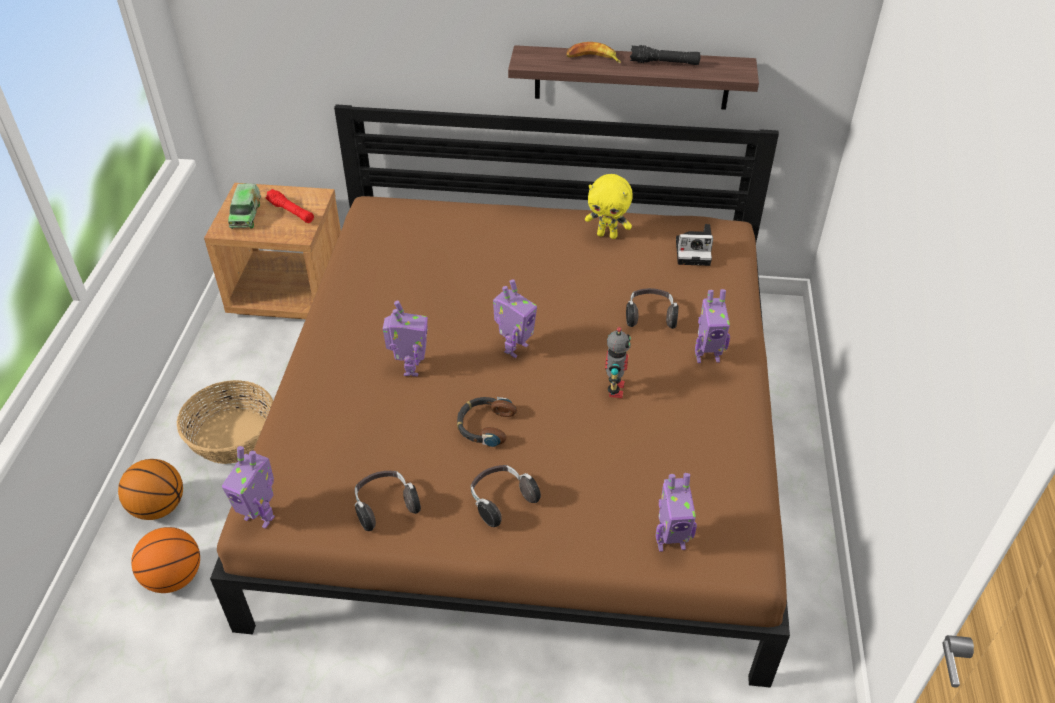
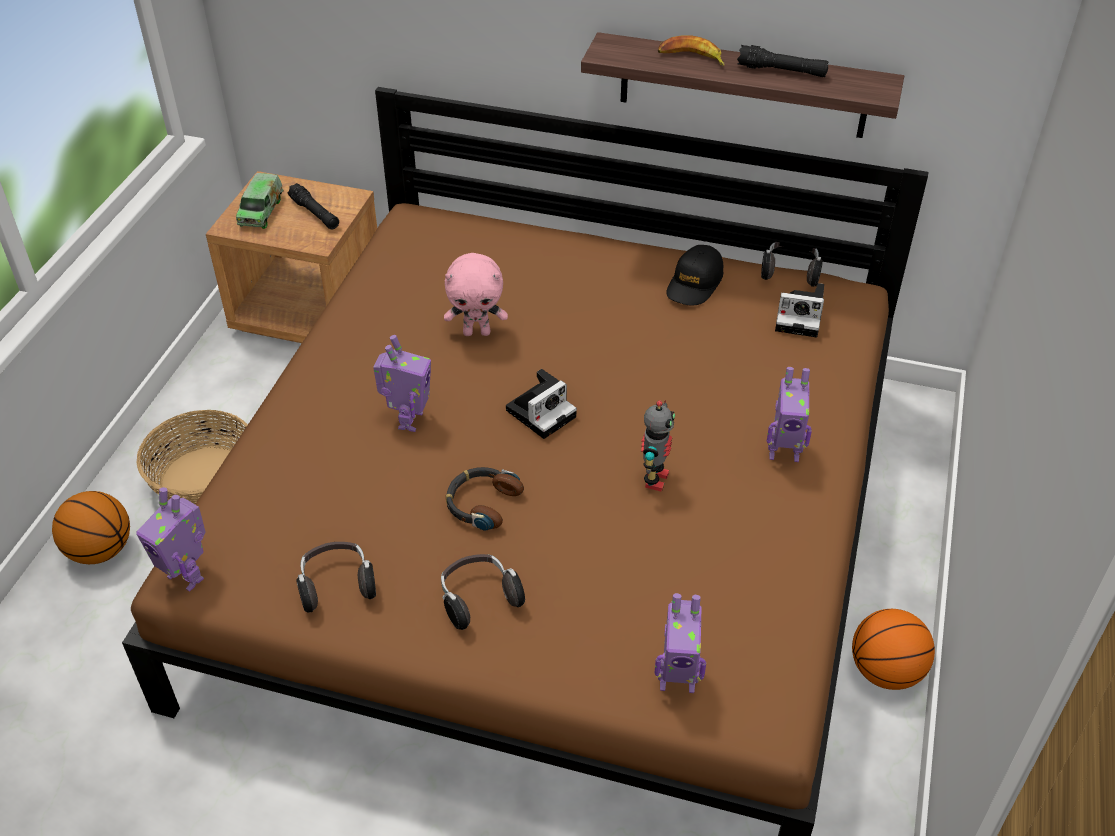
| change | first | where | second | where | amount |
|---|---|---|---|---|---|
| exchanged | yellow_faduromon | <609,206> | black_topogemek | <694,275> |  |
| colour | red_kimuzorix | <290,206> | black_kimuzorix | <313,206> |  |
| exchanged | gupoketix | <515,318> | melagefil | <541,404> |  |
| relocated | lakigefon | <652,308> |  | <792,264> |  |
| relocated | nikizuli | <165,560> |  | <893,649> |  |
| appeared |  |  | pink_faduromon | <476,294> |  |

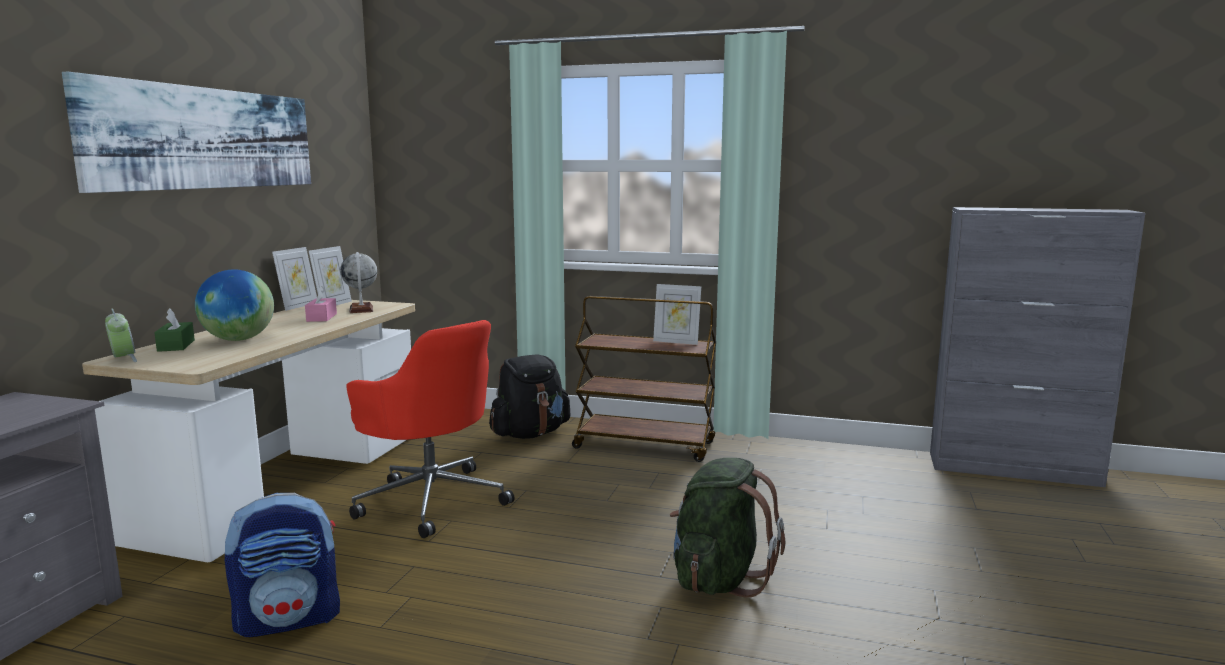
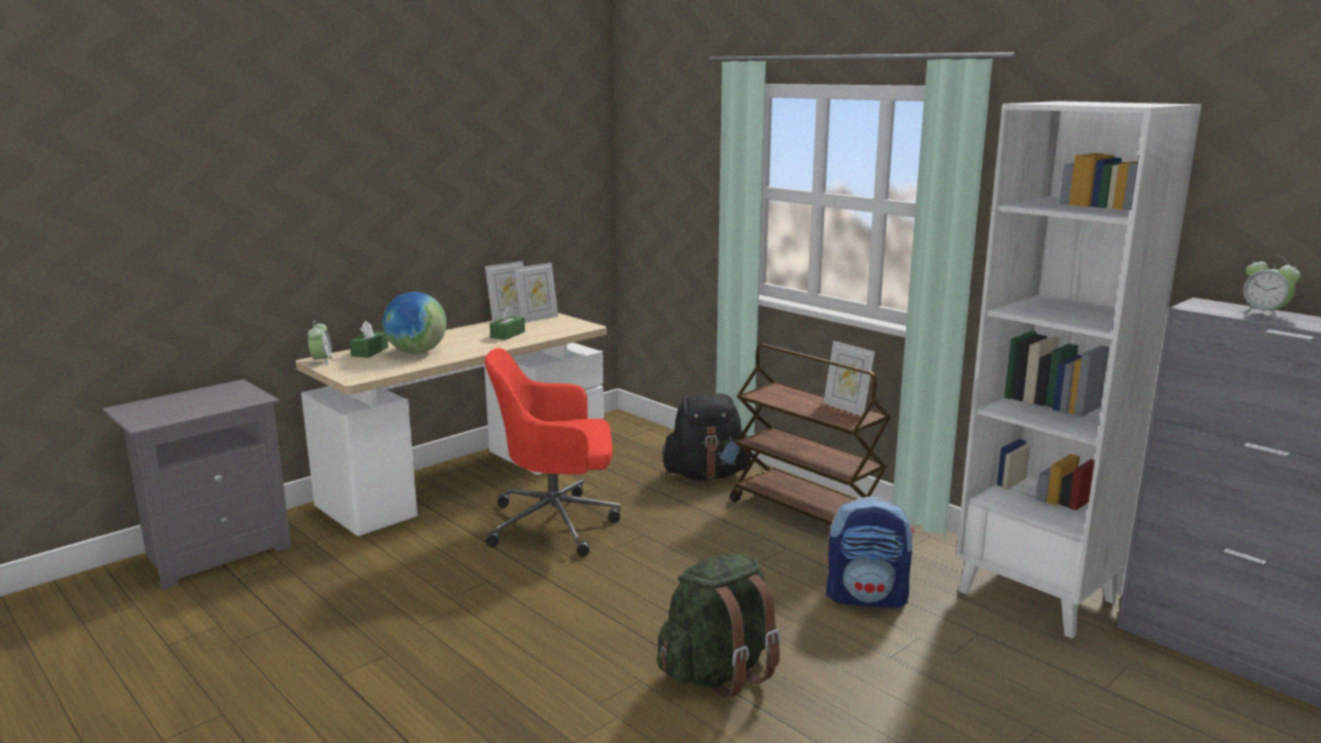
| change | first | where | second | where | amount |
|---|---|---|---|---|---|
| missing | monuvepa | <186,132> |  |  |  |
| missing | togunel | <358,282> |  |  |  |
| colour | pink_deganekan | <321,304> | green_deganekan | <507,323> |  |
| spun | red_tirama | <430,429> |  | <553,452> | 105 degrees clockwise |
| relocated | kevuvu | <282,565> |  | <870,552> |  |
| appeared |  |  | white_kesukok | <1079,370> |  |
| appeared |  |  | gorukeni | <1270,287> |  |

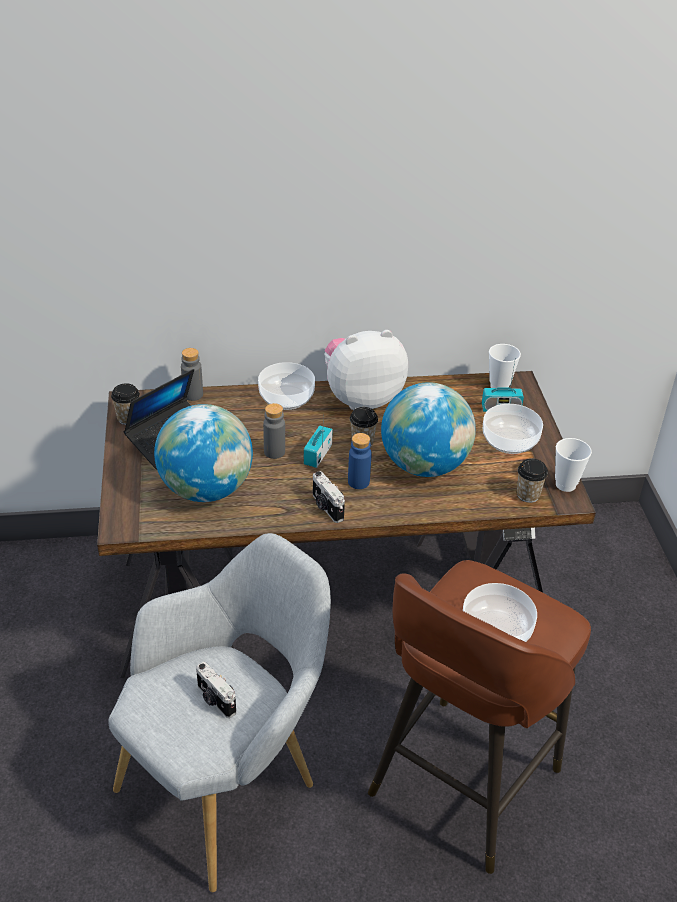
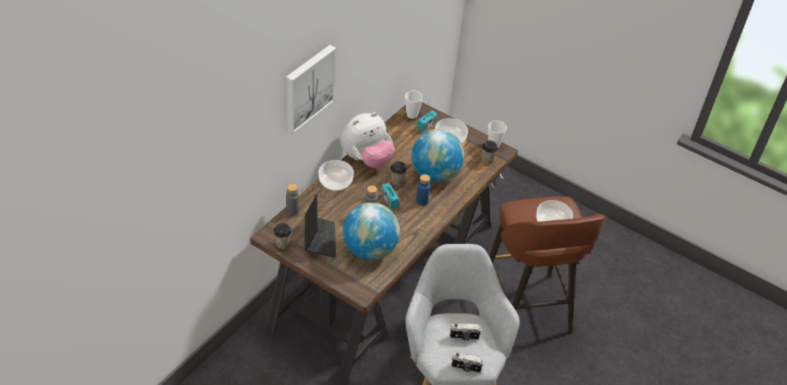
| change | first | where | second | where | amount |
|---|---|---|---|---|---|
| spun | faduromon | <366,370> |  | <368,140> | 150 degrees counterclockwise |
| relocated | melagefil | <329,497> |  | <467,362> |  |
| appeared |  |  | monuvepa | <311,89> |  |

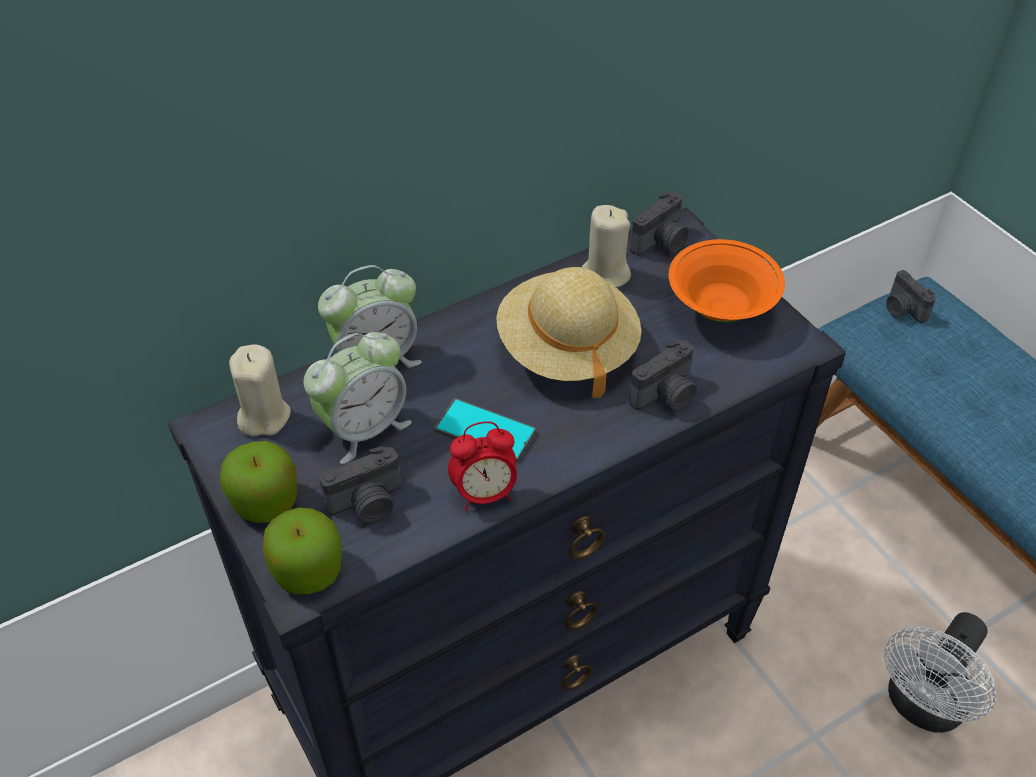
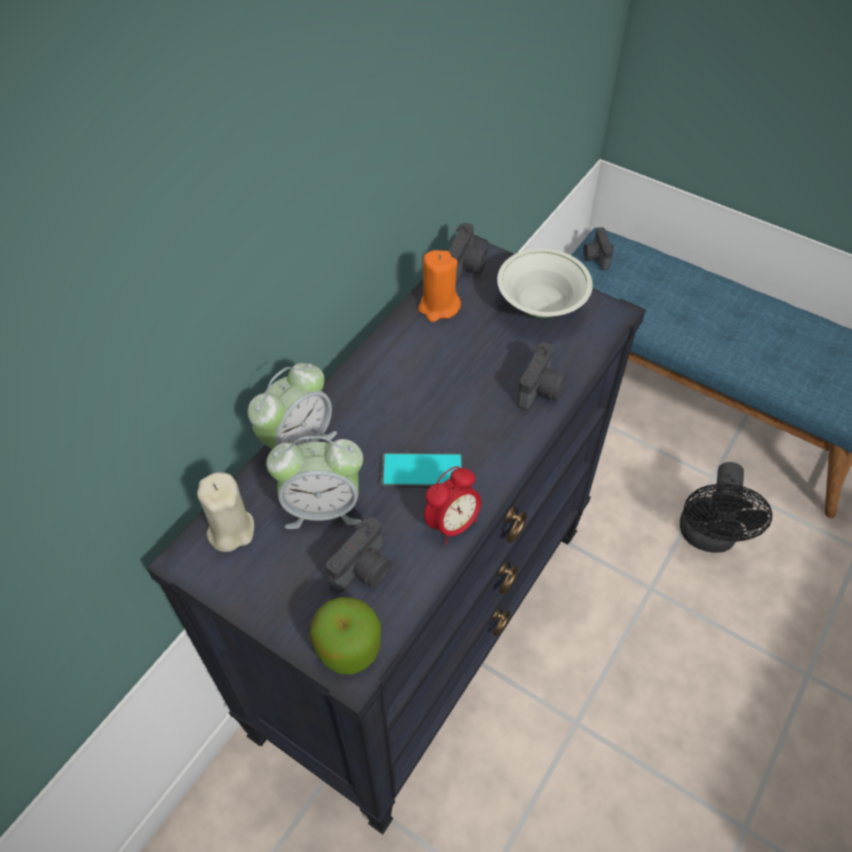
| change | first | where | second | where | amount |
|---|---|---|---|---|---|
| colour | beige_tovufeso | <606,246> | orange_tovufeso | <439,286> |  |
| colour | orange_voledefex | <727,281> | white_voledefex | <545,283> |  |
| missing | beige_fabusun | <569,332> |  |  |  |
| spun | melagefil | <911,296> |  | <598,248> | 45 degrees clockwise |
| spun | gorukeni | <358,398> |  | <314,482> | 60 degrees clockwise |
| missing | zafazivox | <258,482> |  |  |  |
| colour | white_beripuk | <940,672> | black_beripuk | <726,507> |  |

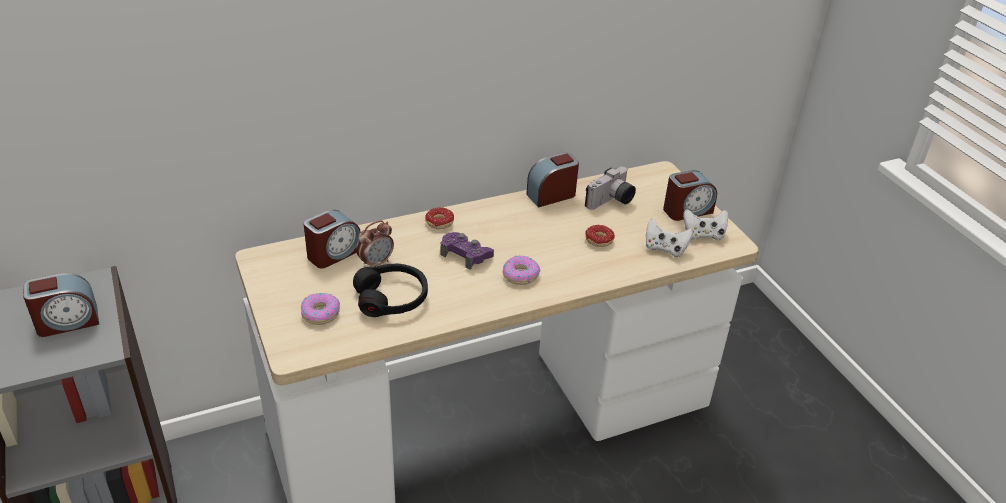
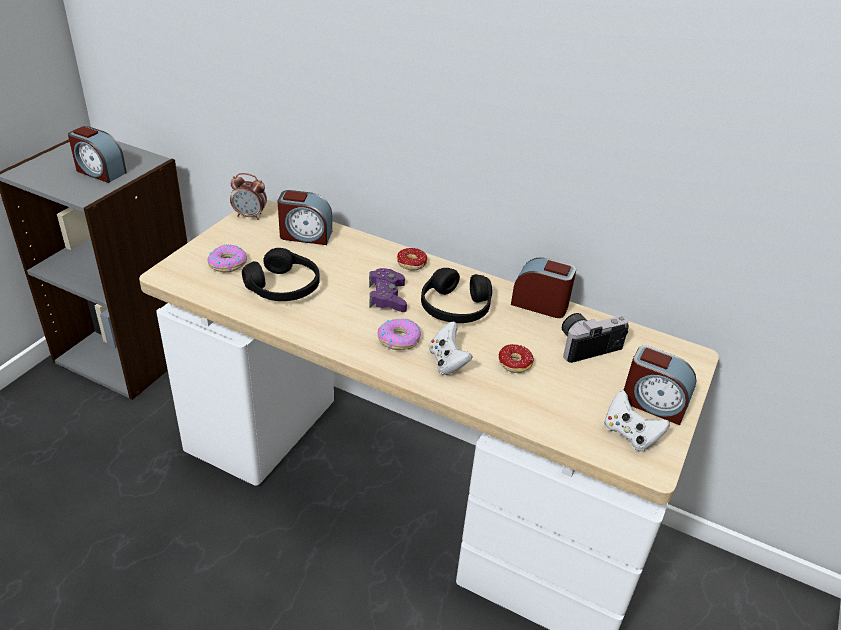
| change | first | where | second | where | amount |
|---|---|---|---|---|---|
| spun | melagefil | <610,188> |  | <595,338> | 150 degrees clockwise |
| relocated | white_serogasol | <669,237> |  | <451,348> |  |
| relocated | gorukeni | <375,243> |  | <248,196> |  |
| appeared |  |  | black_lakigefon | <456,295> |  |

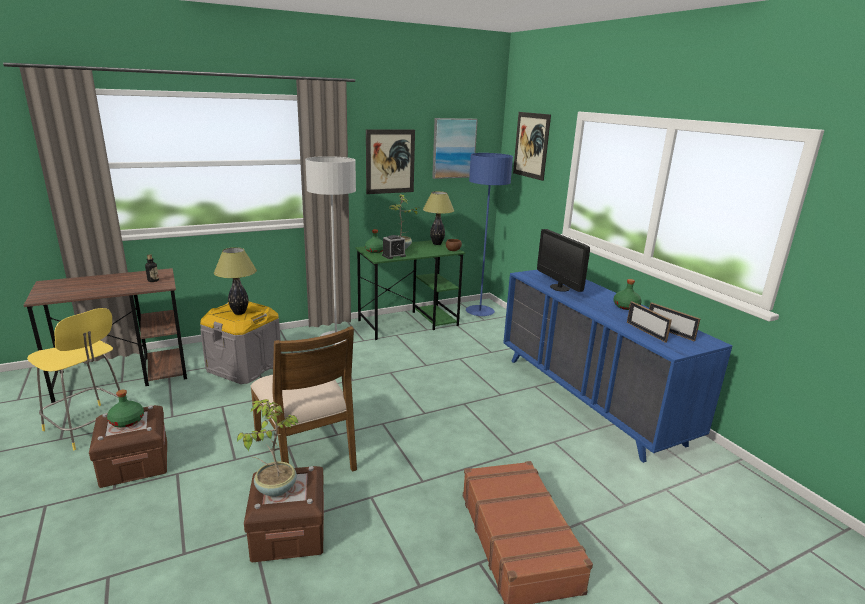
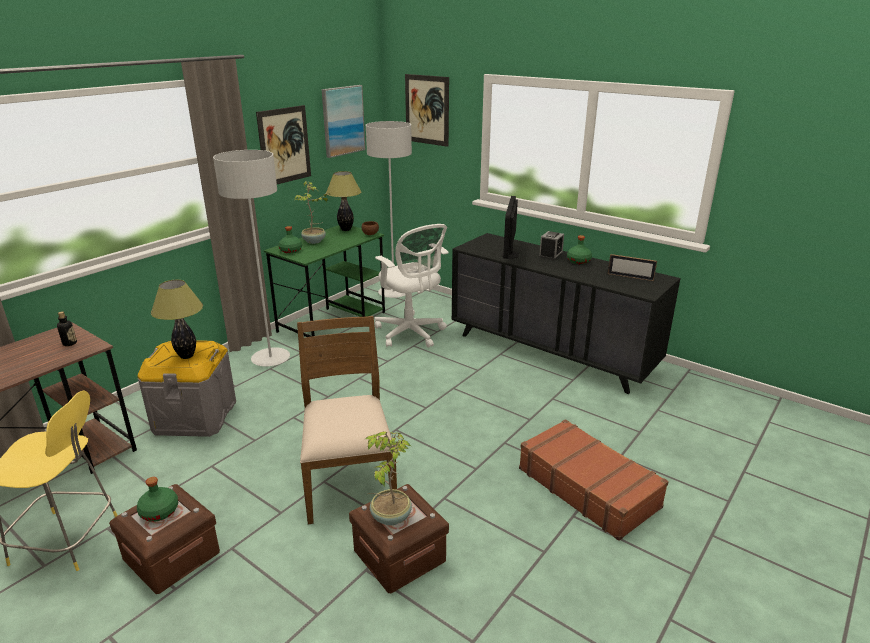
| change | first | where | second | where | amount |
|---|---|---|---|---|---|
| colour | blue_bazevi | <489,234> | grey_bazevi | <389,209> |  |
| spun | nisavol | <563,260> |  | <510,227> | 60 degrees clockwise |
| relocated | gorukeni | <394,247> |  | <551,245> |  |
| colour | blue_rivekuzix | <617,366> | black_rivekuzix | <566,313> |  |
| missing | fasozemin | <649,322> |  |  |  |
| spun | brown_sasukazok | <303,399> |  | <347,420> | 135 degrees counterclockwise |
| appeared |  |  | white_tirama | <411,286> |  |

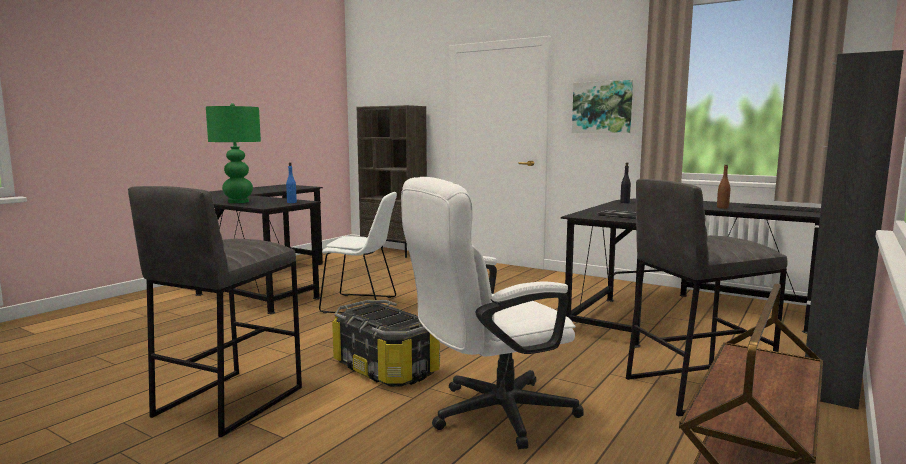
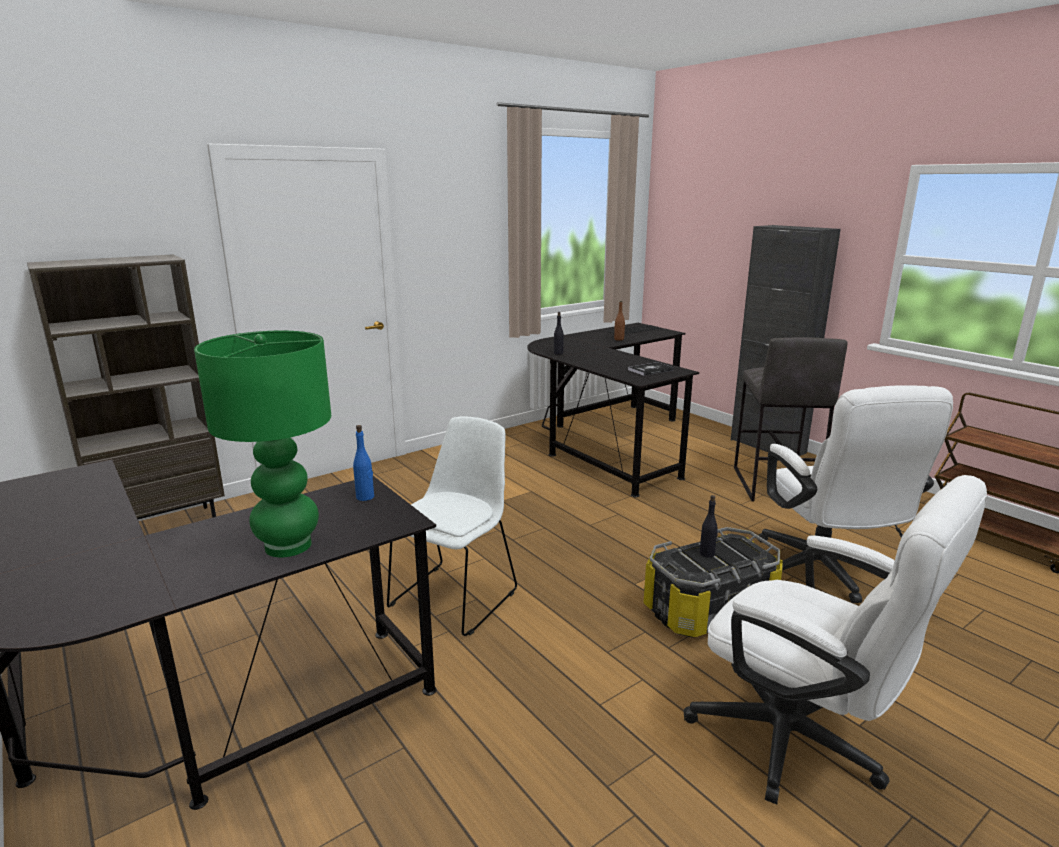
| change | first | where | second | where | amount |
|---|---|---|---|---|---|
| missing | monuvepa | <602,106> |  |  |  |
| exchanged | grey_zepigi | <215,311> | white_tirama | <835,639> |  |
| appeared |  |  | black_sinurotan | <709,526> |  |

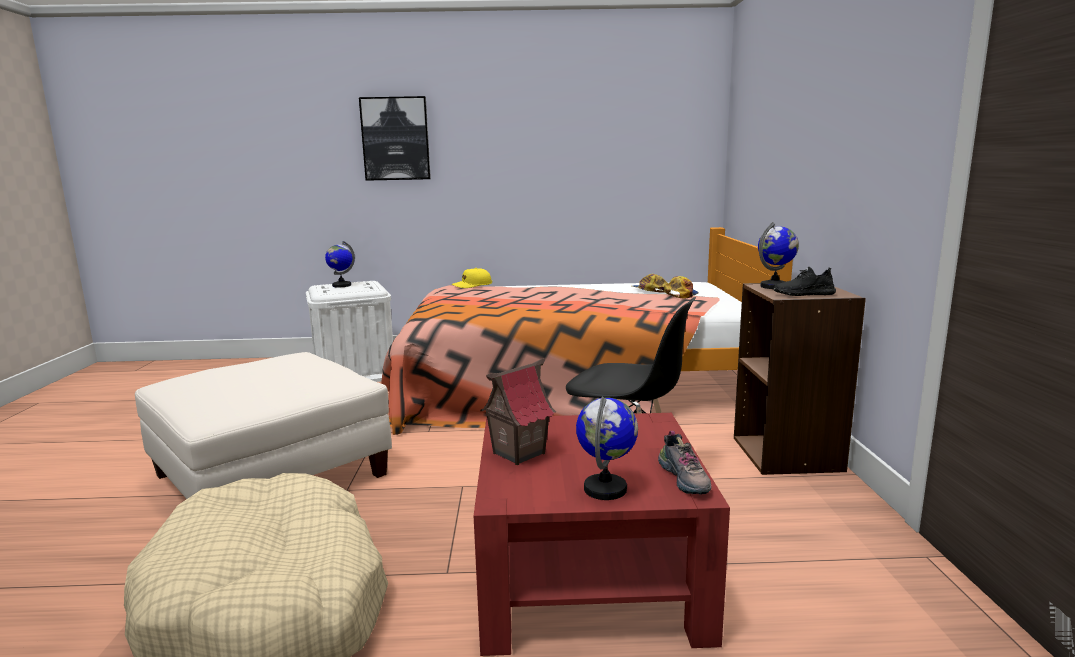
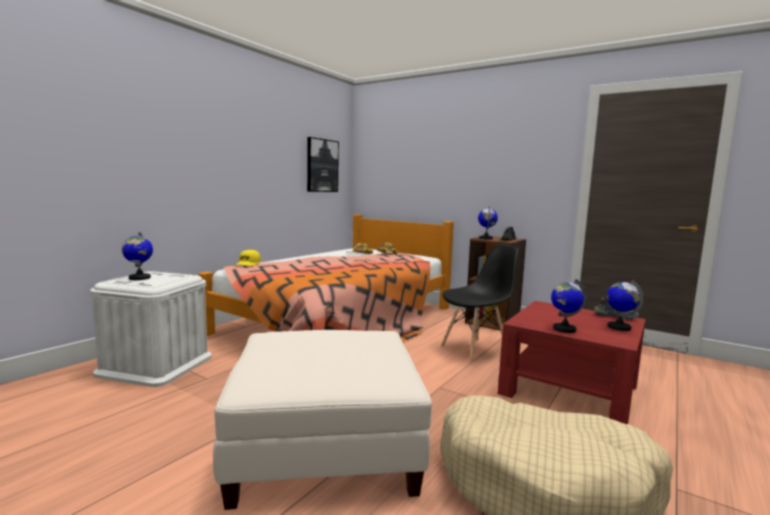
| change | first | where | second | where | amount |
|---|---|---|---|---|---|
| relocated | monuvepa | <395,138> |  | <323,164> |  |
| exchanged | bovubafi | <518,411> | togunel | <568,306> |  |

